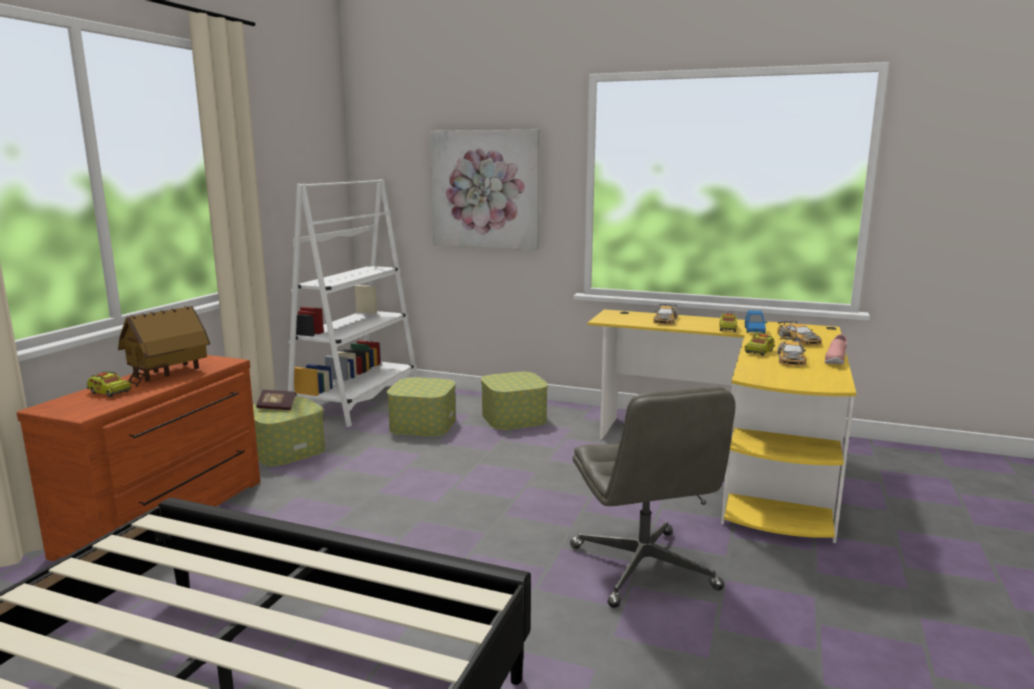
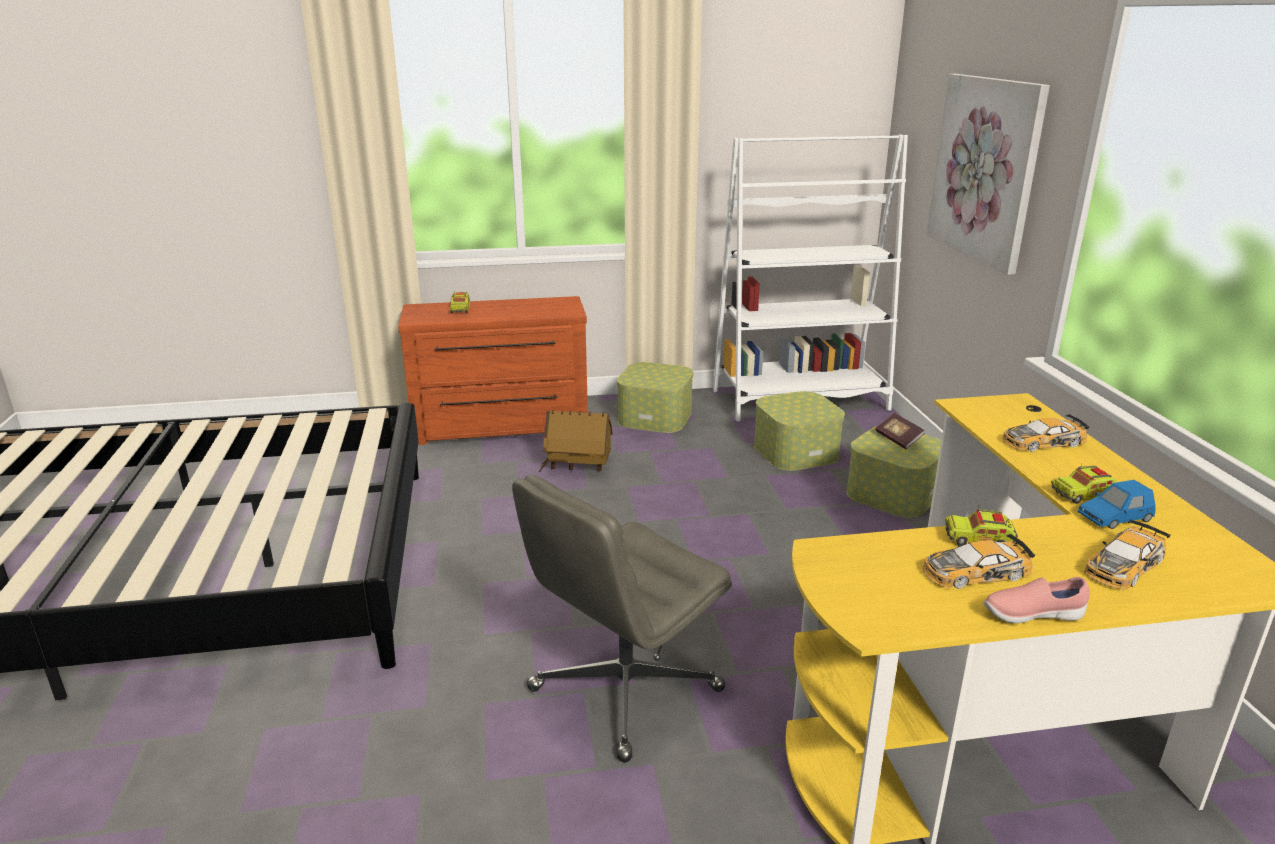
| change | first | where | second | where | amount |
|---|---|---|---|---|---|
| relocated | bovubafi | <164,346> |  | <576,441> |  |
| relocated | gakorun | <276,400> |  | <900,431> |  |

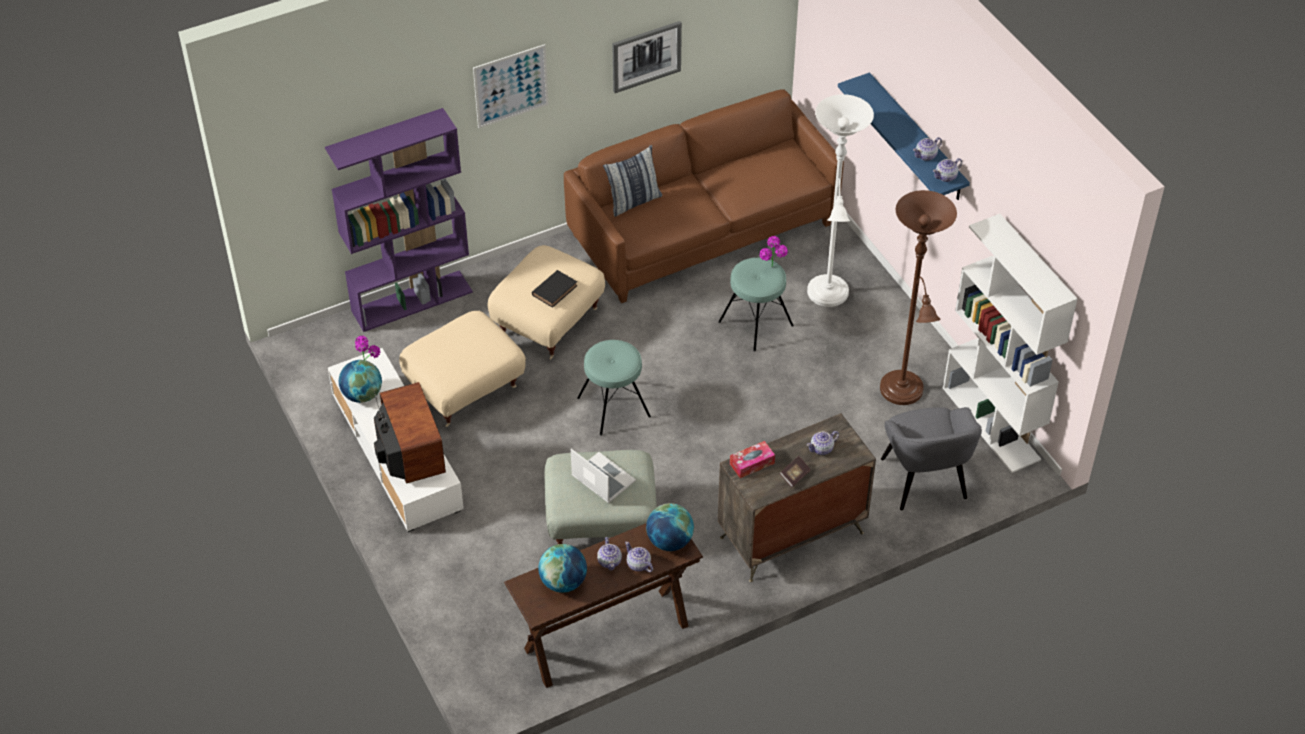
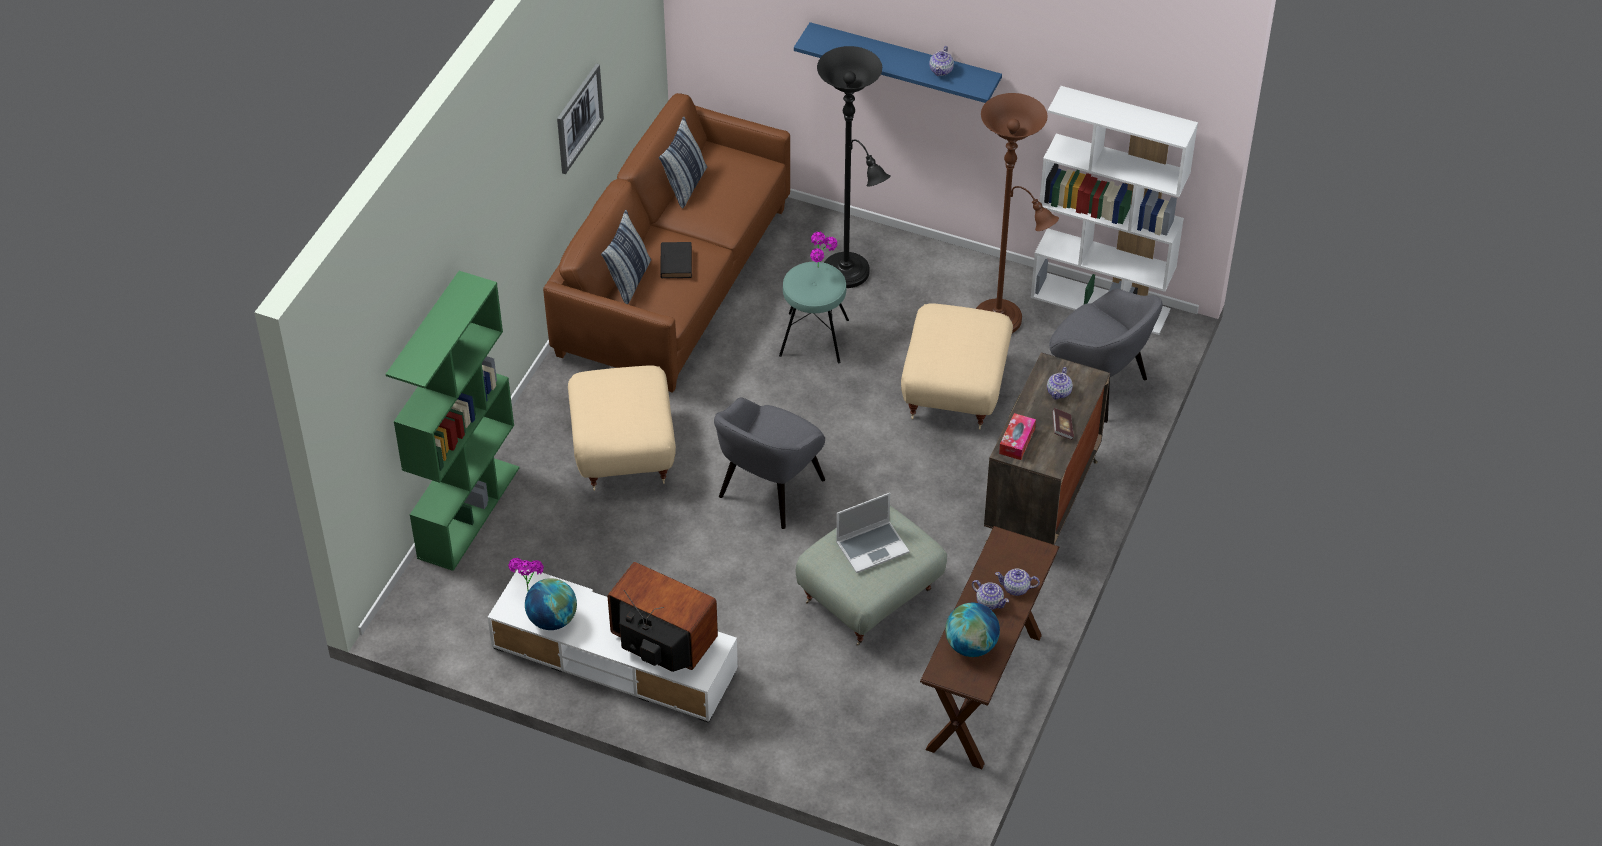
| change | first | where | second | where | amount |
|---|---|---|---|---|---|
| missing | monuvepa | <510,86> |  |  |  |
| colour | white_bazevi | <840,200> | black_bazevi | <854,167> |  |
| colour | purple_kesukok | <399,220> | green_kesukok | <452,421> |  |
| missing | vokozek | <947,170> |  |  |  |
| relocated | black_gakorun | <554,289> |  | <676,260> |  |
| relocated | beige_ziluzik | <462,369> |  | <957,366> |  |
| exchanged | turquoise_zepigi | <614,388> | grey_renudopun | <769,463> |  |
| spun | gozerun | <603,476> |  | <872,533> | 150 degrees clockwise |
| missing | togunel | <670,527> |  |  |  |
| appeared |  |  | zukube | <683,162> |  |

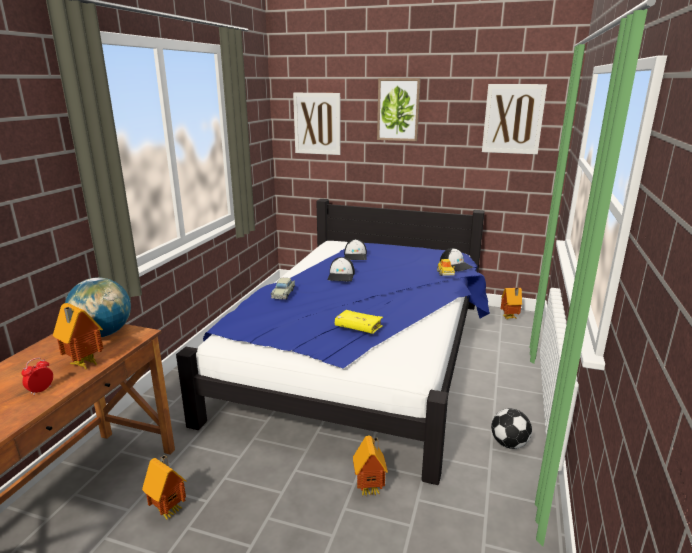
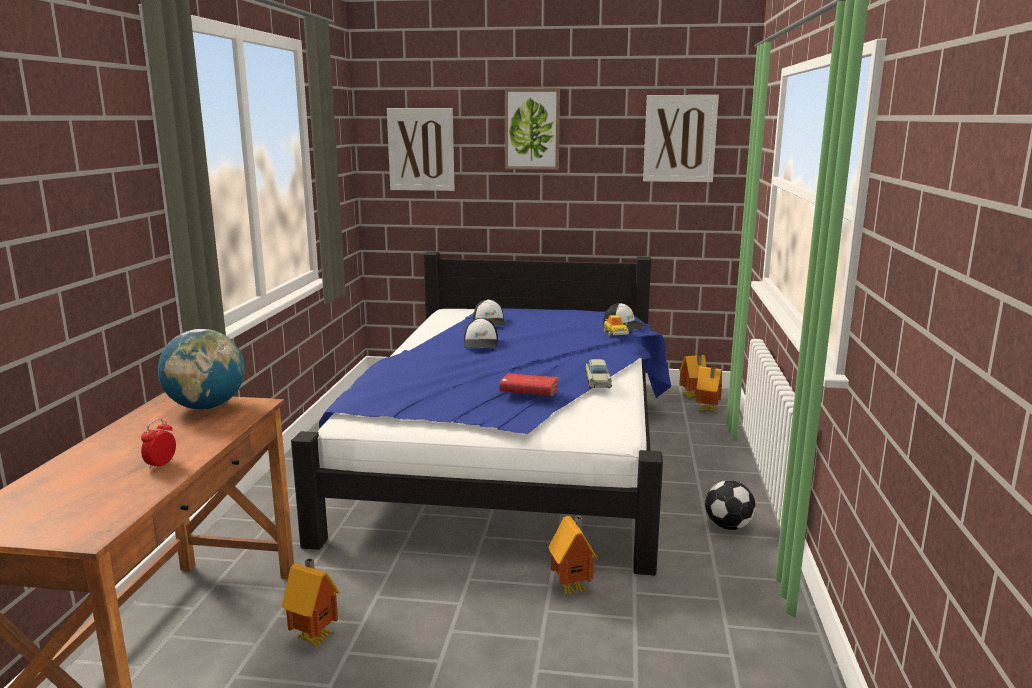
| change | first | where | second | where | amount |
|---|---|---|---|---|---|
| relocated | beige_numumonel | <283,289> |  | <598,373> |  |
| relocated | bovubafi | <78,337> |  | <709,389> |  |
| colour | yellow_gakorun | <359,322> | red_gakorun | <529,384> |  |

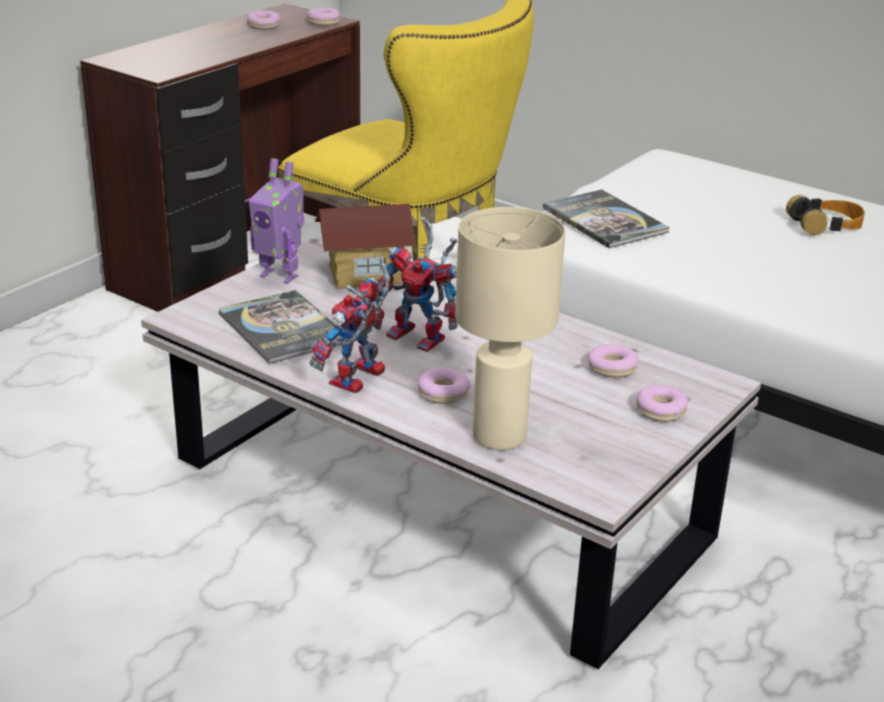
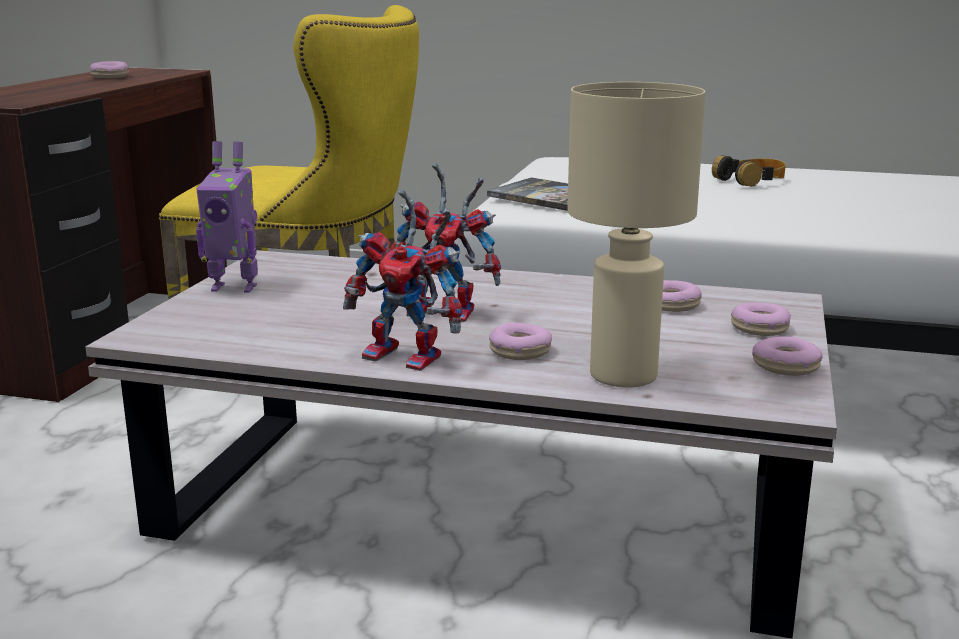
| change | first | where | second | where | amount |
|---|---|---|---|---|---|
| relocated | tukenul | <323,17> |  | <787,356> |  |
| missing | bovubafi | <366,246> |  |  |  |
| spun | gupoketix | <350,328> |  | <403,280> | 75 degrees counterclockwise |
| missing | gakorun | <281,327> |  |  |  |

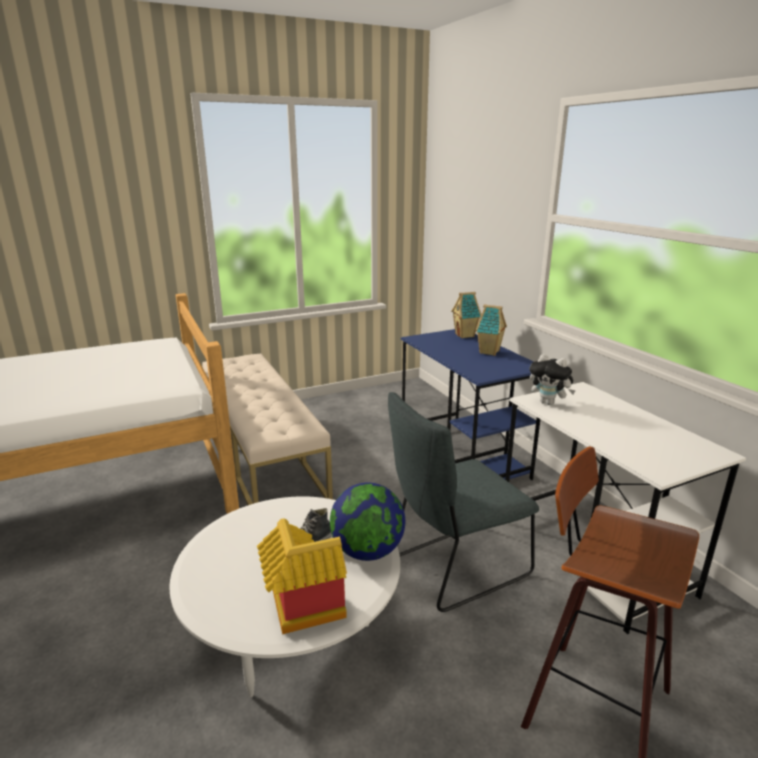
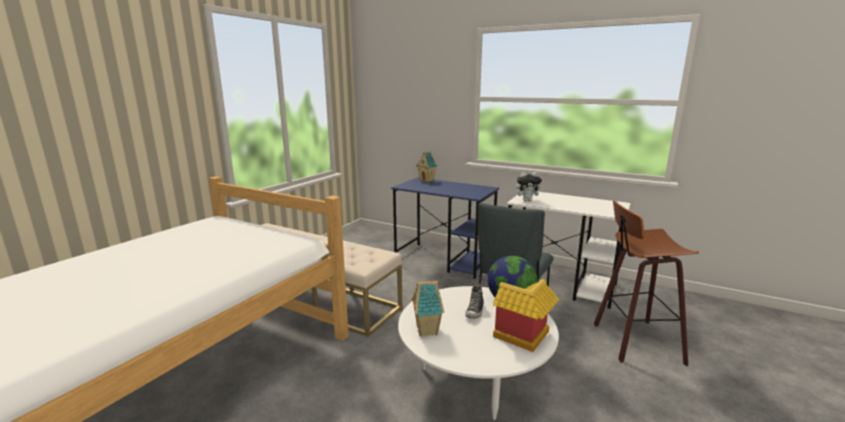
| change | first | where | second | where | amount |
|---|---|---|---|---|---|
| relocated | bovubafi | <491,330> |  | <428,308> |  |

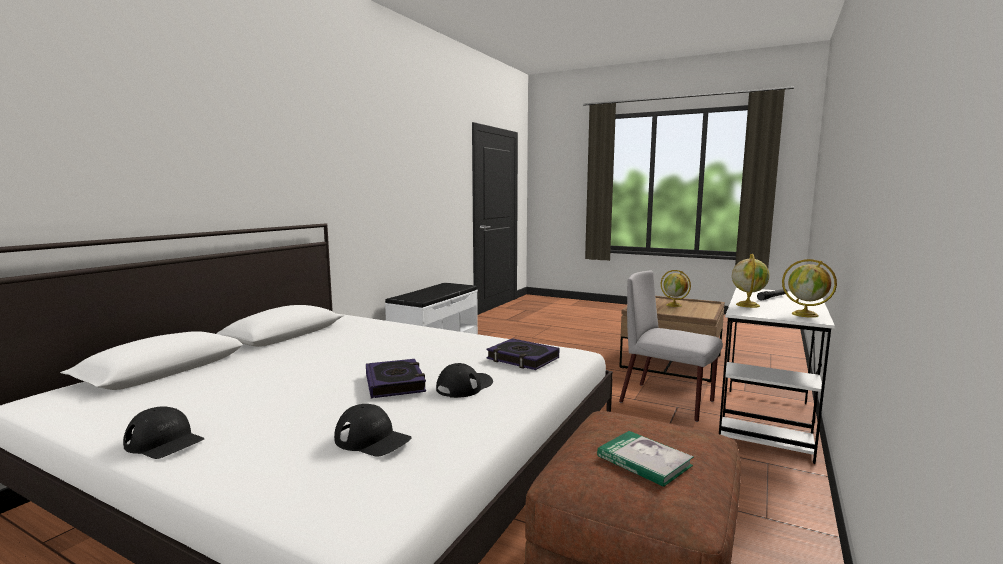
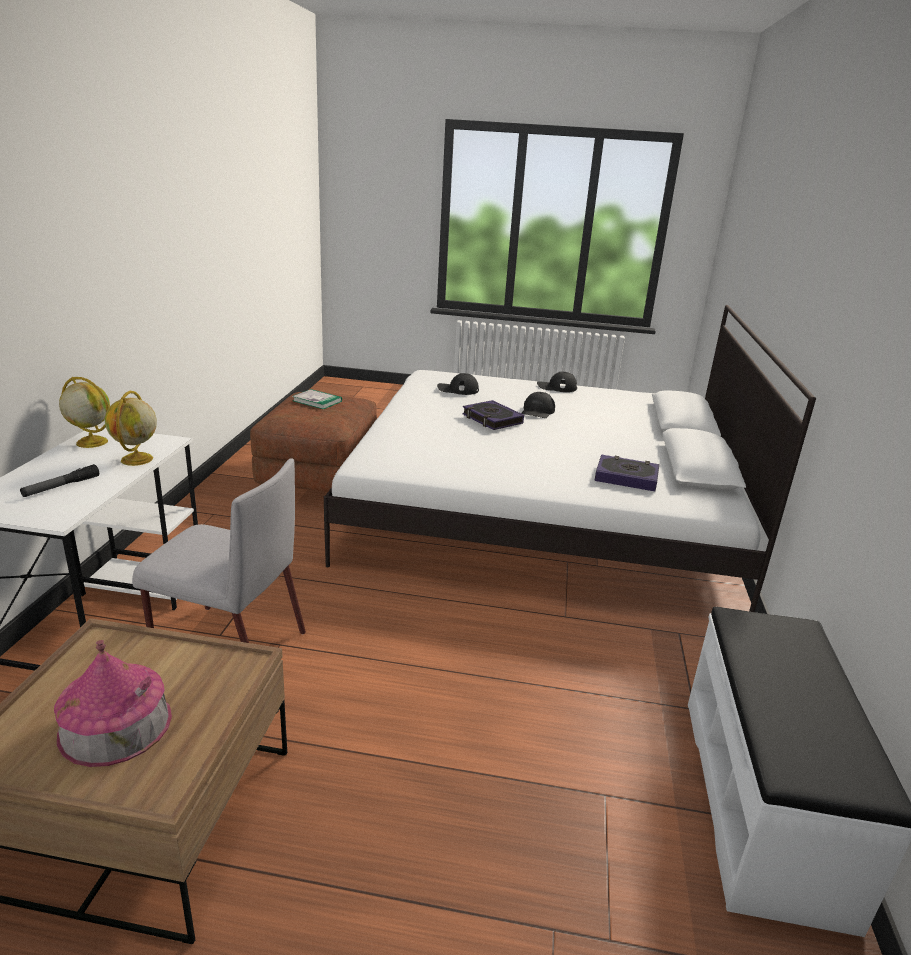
| change | first | where | second | where | amount |
|---|---|---|---|---|---|
| exchanged | togunel | <676,288> | bovubafi | <113,703> |  |
| relocated | gakorun | <522,354> |  | <627,473> |  |
| relocated | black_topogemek | <464,380> |  | <538,405> |  |

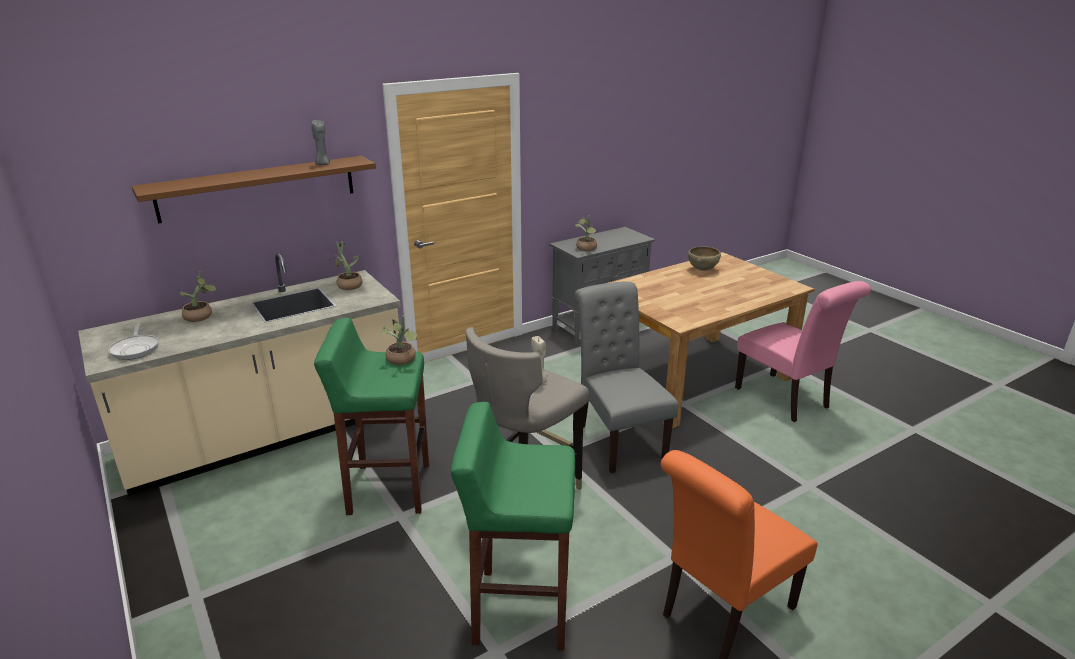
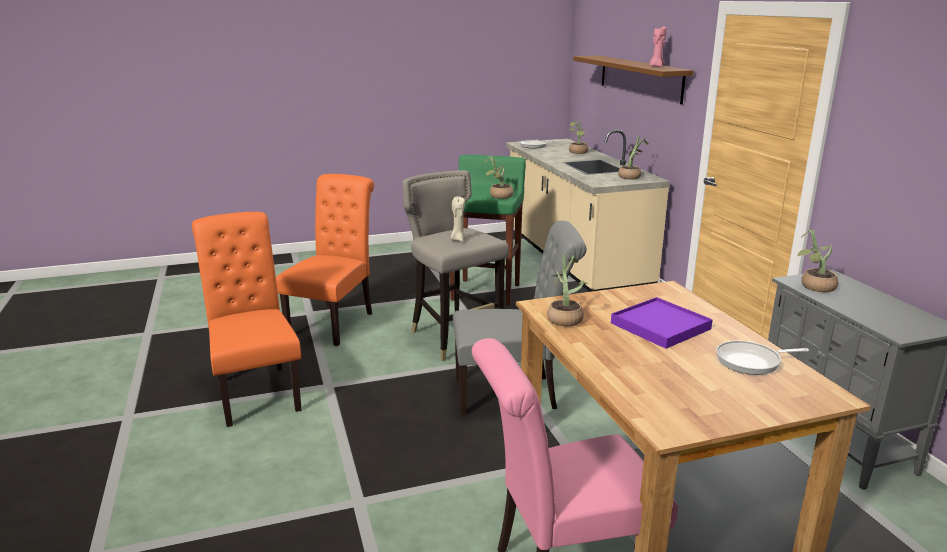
| change | first | where | second | where | amount |
|---|---|---|---|---|---|
| colour | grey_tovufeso | <320,142> | pink_tovufeso | <658,46> |  |
| exchanged | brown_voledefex | <704,259> | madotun | <762,358> |  |
| exchanged | green_zepigi | <513,526> | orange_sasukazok | <325,260> |  |
| appeared |  |  | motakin | <567,290> |  |
| appeared |  |  | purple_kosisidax | <662,323> |  |

